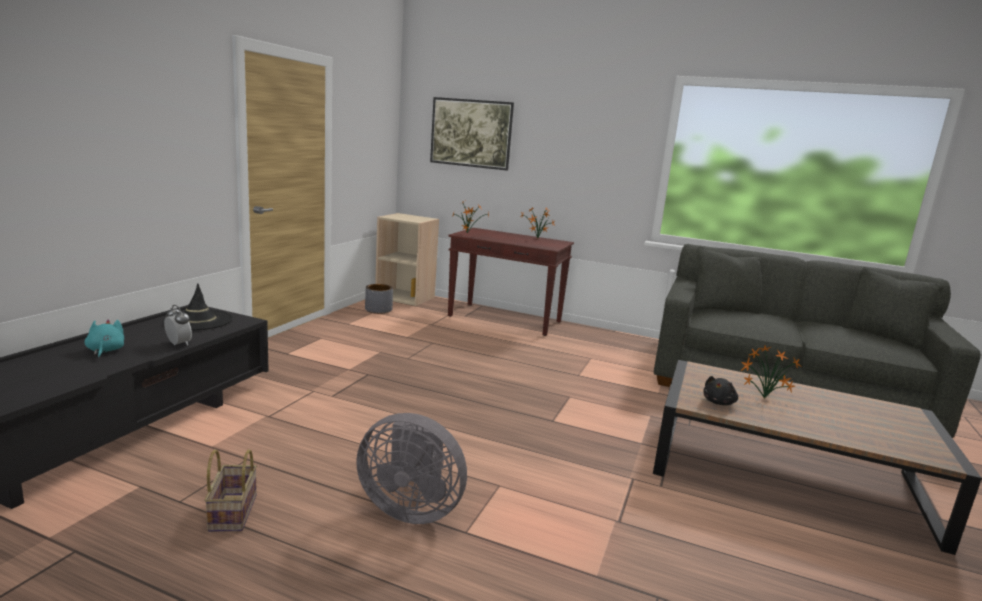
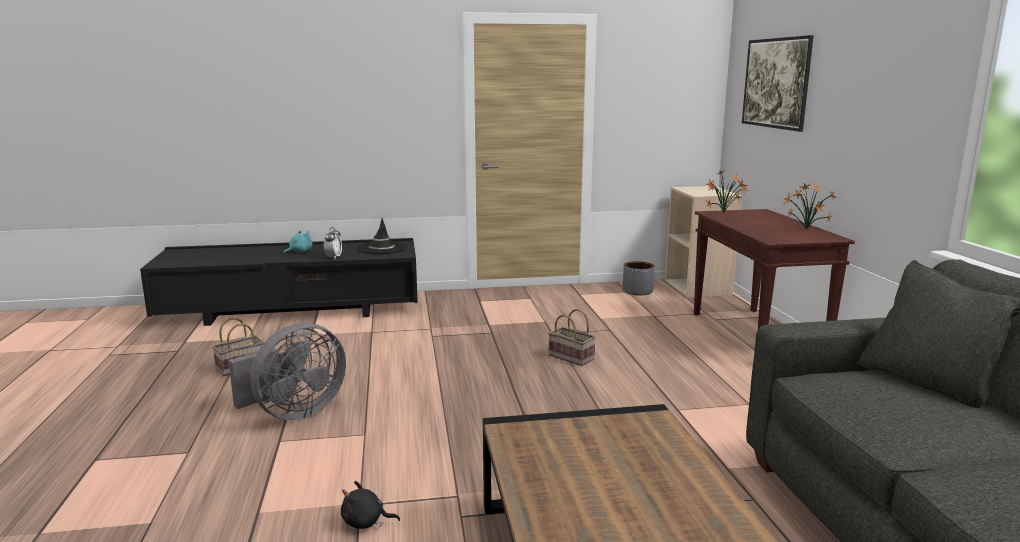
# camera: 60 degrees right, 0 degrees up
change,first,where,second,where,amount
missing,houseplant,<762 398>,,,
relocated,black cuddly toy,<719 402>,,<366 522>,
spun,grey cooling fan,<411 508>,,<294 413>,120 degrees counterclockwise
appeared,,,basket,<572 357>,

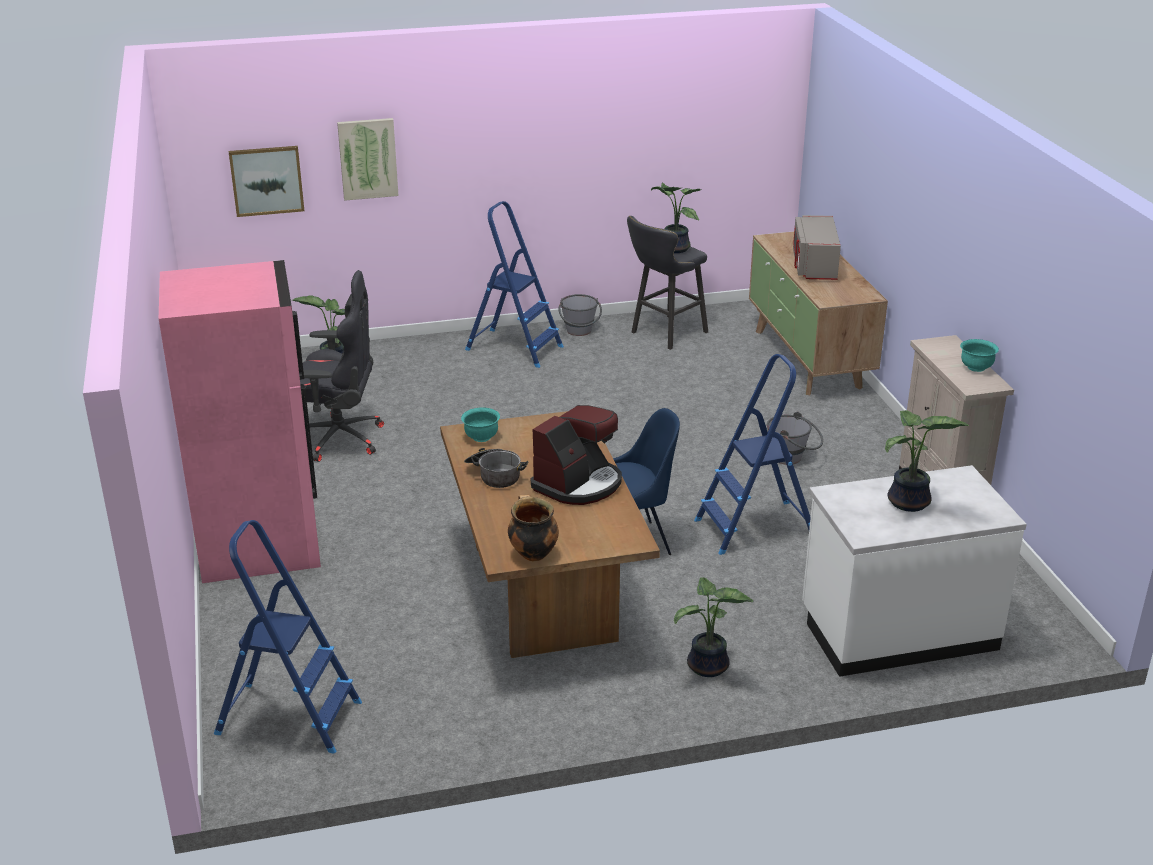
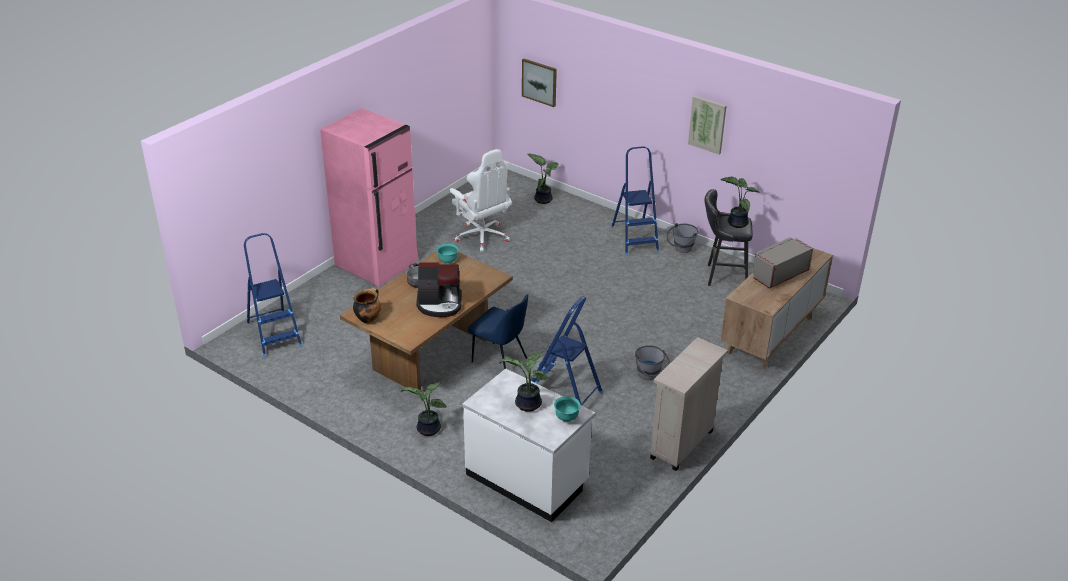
# camera: 50 degrees right, 5 degrees up
change,first,where,second,where,amount
relocated,wall picture,<368 158>,,<707 124>,
colour,black desk chair,<338 439>,white desk chair,<481 236>,
relocated,turquoise-coloured bowl,<976 367>,,<566 417>,

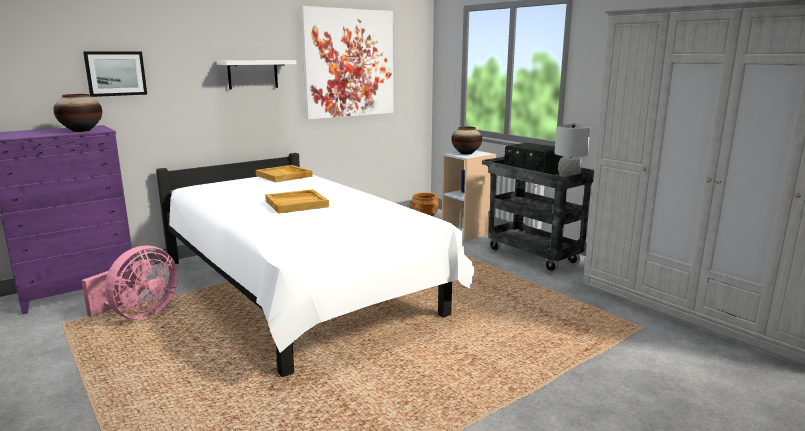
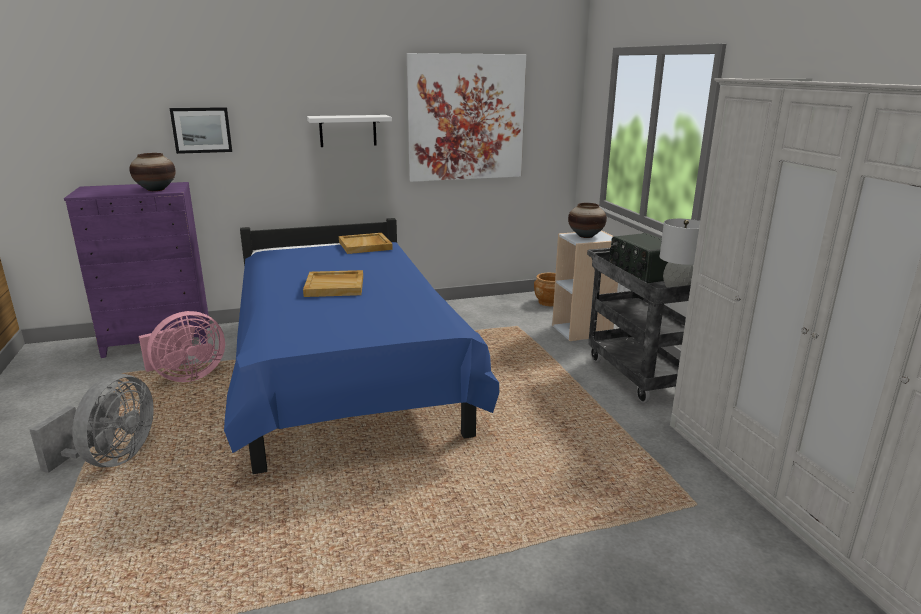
# camera: 20 degrees right, 5 degrees up
change,first,where,second,where,amount
colour,white bed,<299 290>,bluish bed,<345 375>,
appeared,,,grey cooling fan,<111 459>,

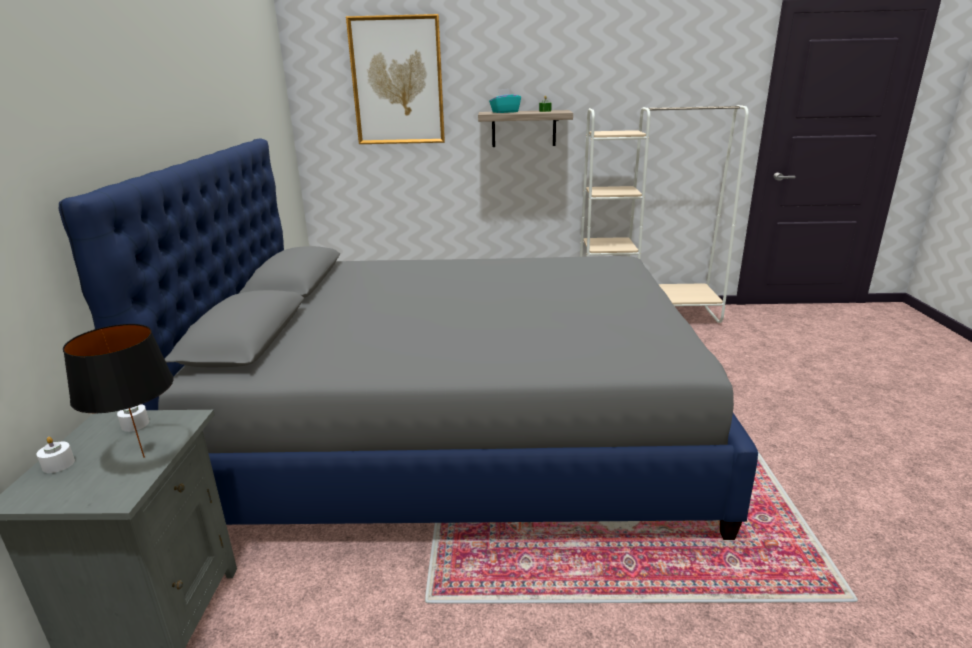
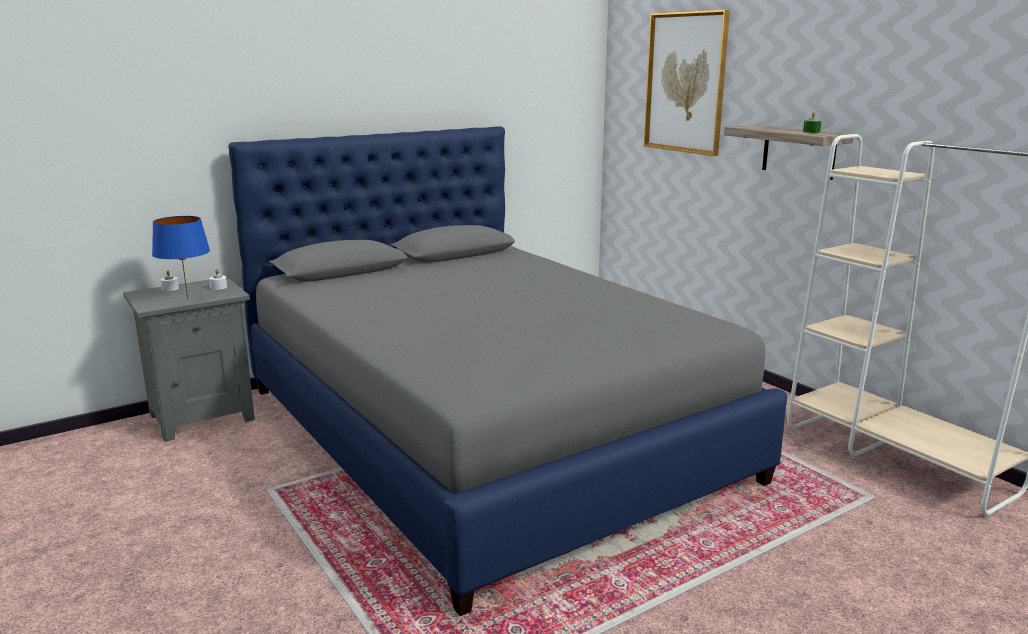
# camera: 55 degrees right, 5 degrees down
change,first,where,second,where,amount
missing,turquoise-coloured box of tissues,<505 112>,,,
colour,black lamp for a table,<145 456>,bluish lamp for a table,<188 299>,

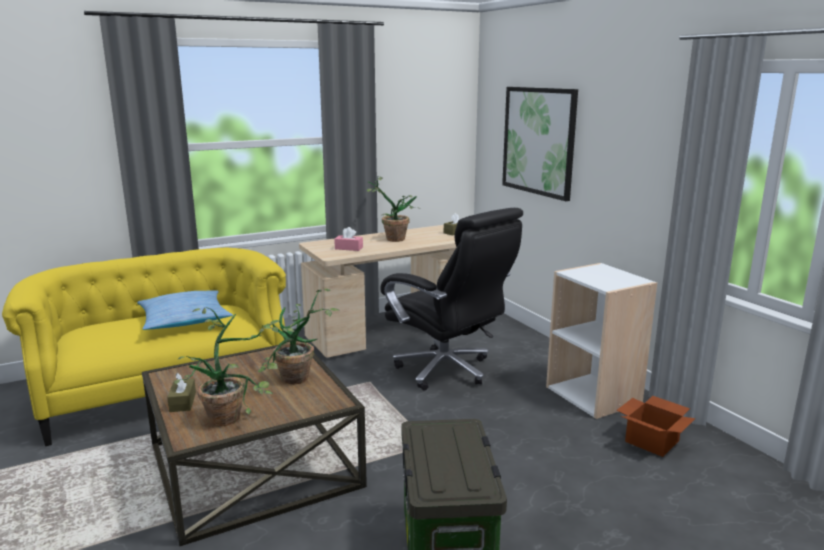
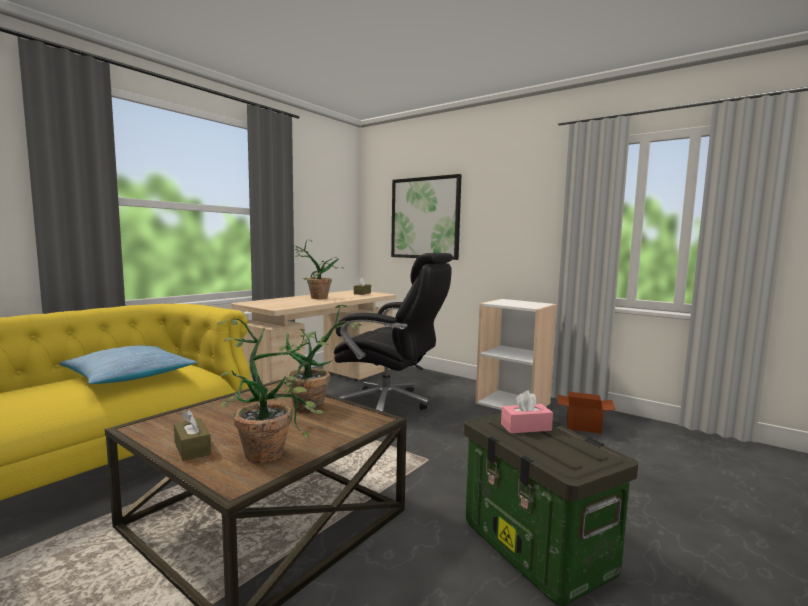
# camera: 25 degrees left, 10 degrees down
change,first,where,second,where,amount
relocated,pinkish box of tissues,<349 248>,,<526 427>,

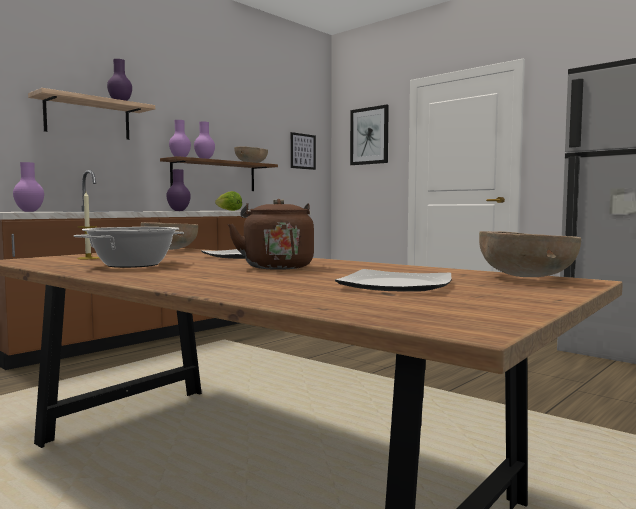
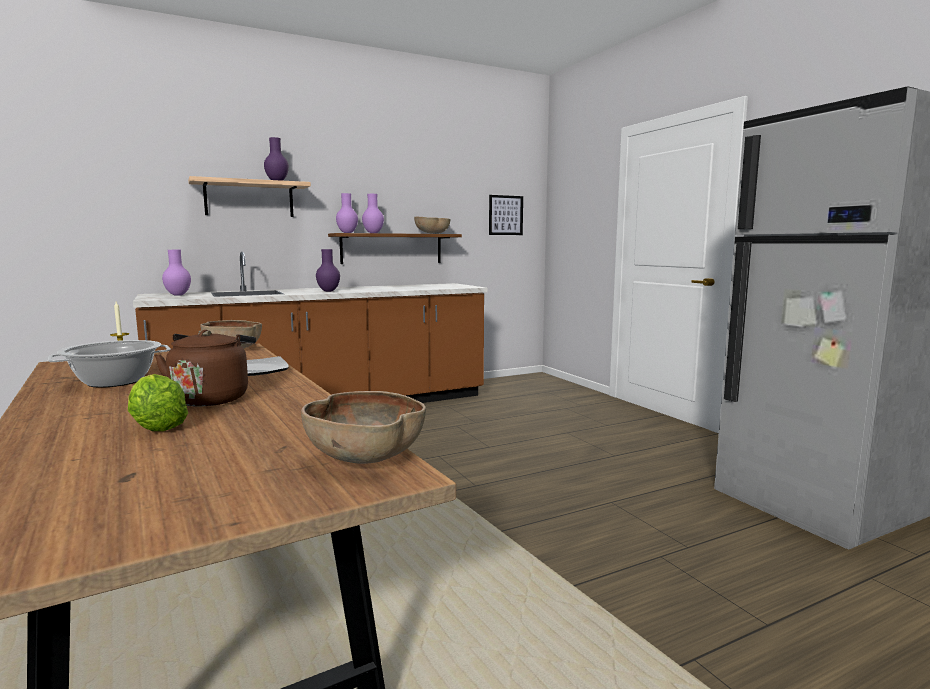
# camera: 20 degrees right, 5 degrees up
change,first,where,second,where,amount
missing,wall picture,<369 136>,,,
relocated,lettuce,<229 210>,,<157 426>,
missing,dinner plate,<397 285>,,,

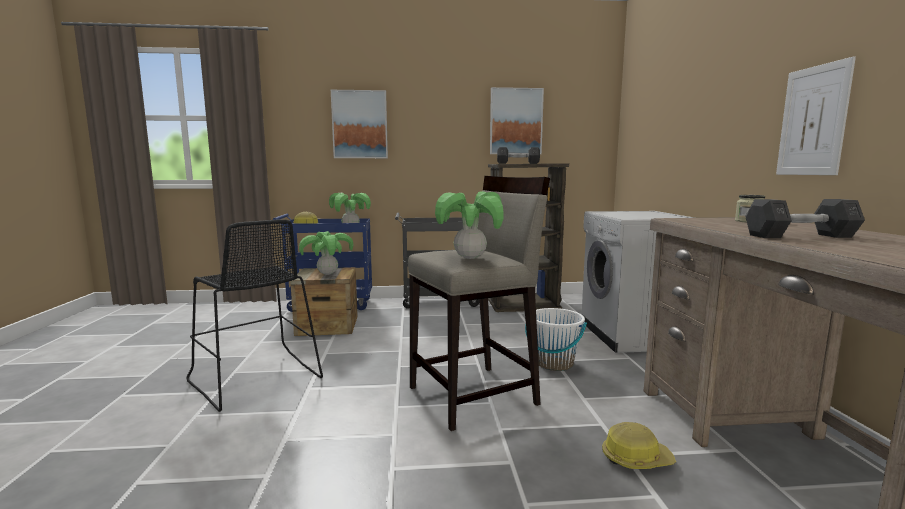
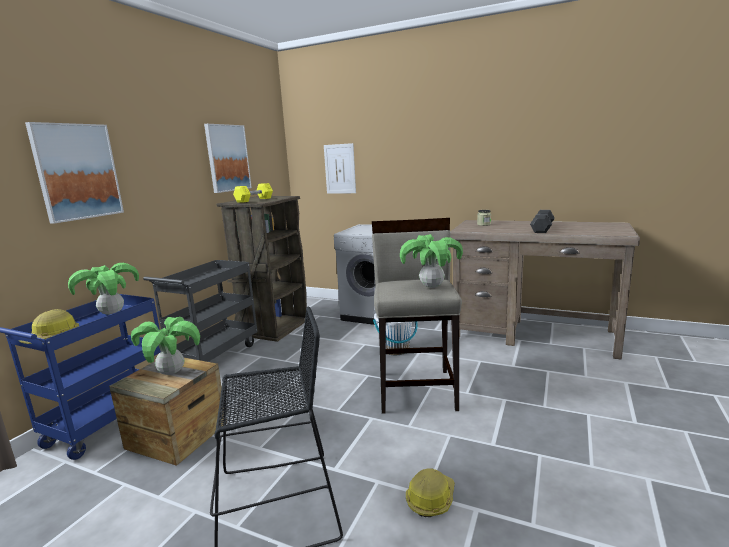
# camera: 60 degrees left, 5 degrees up
change,first,where,second,where,amount
relocated,wall picture,<813 121>,,<340 169>,
colour,grey free weight,<518 163>,yellowish free weight,<254 200>,
relocated,safety helmet,<635 458>,,<430 498>,

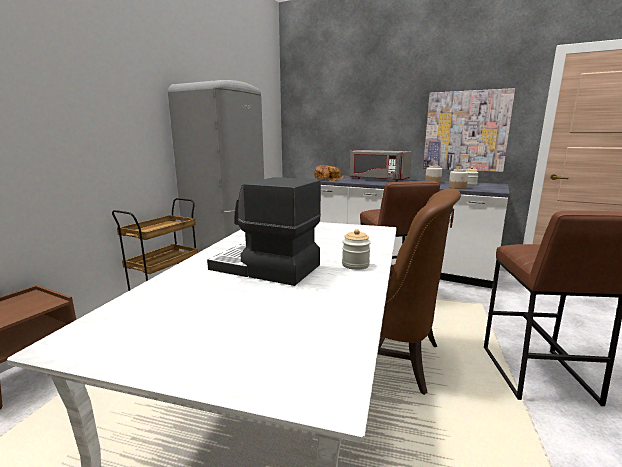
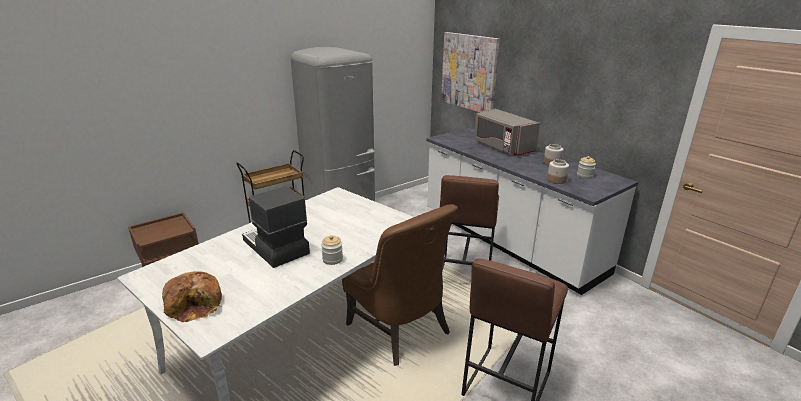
# camera: 25 degrees right, 10 degrees up
change,first,where,second,where,amount
relocated,wall picture,<466 131>,,<469 72>,
relocated,bread,<328 179>,,<195 304>,

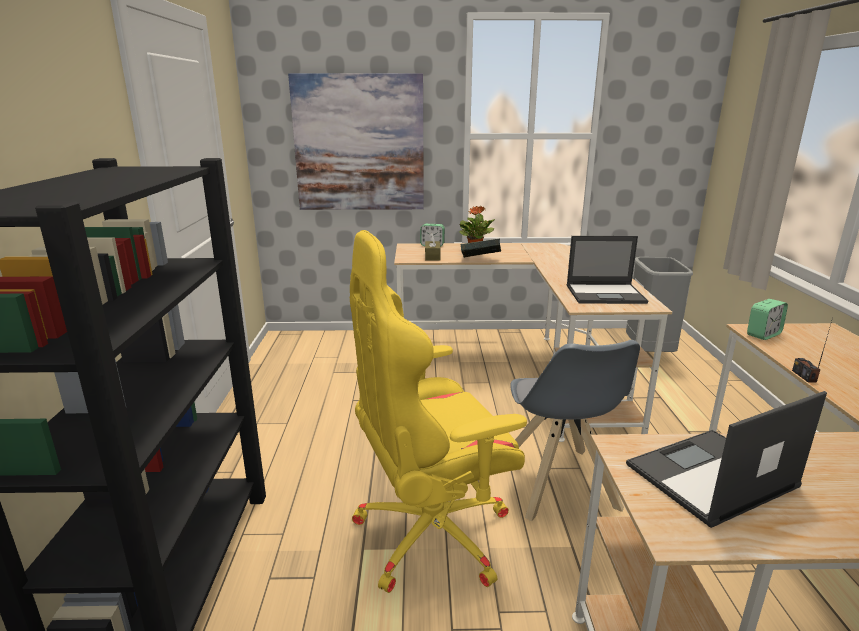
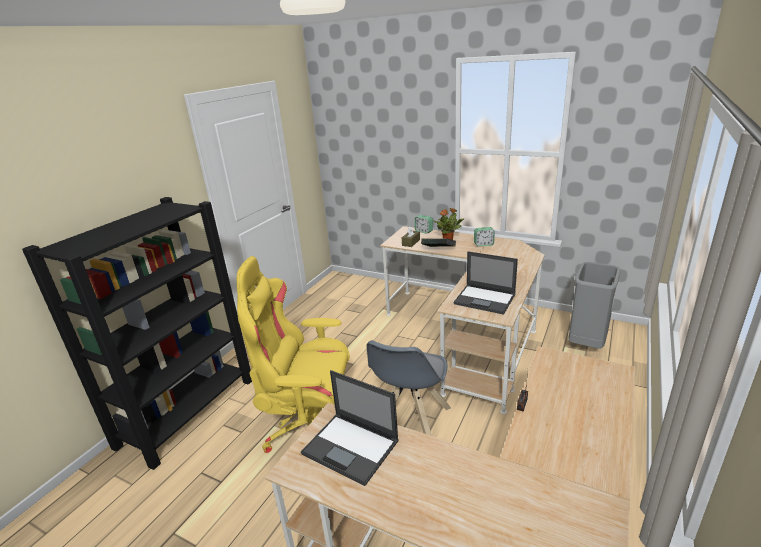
# camera: 30 degrees right, 5 degrees up
change,first,where,second,where,amount
missing,wall picture,<359 144>,,,
relocated,table clock,<763 334>,,<483 244>,
spun,notebook computer,<710 476>,,<351 447>,150 degrees counterclockwise

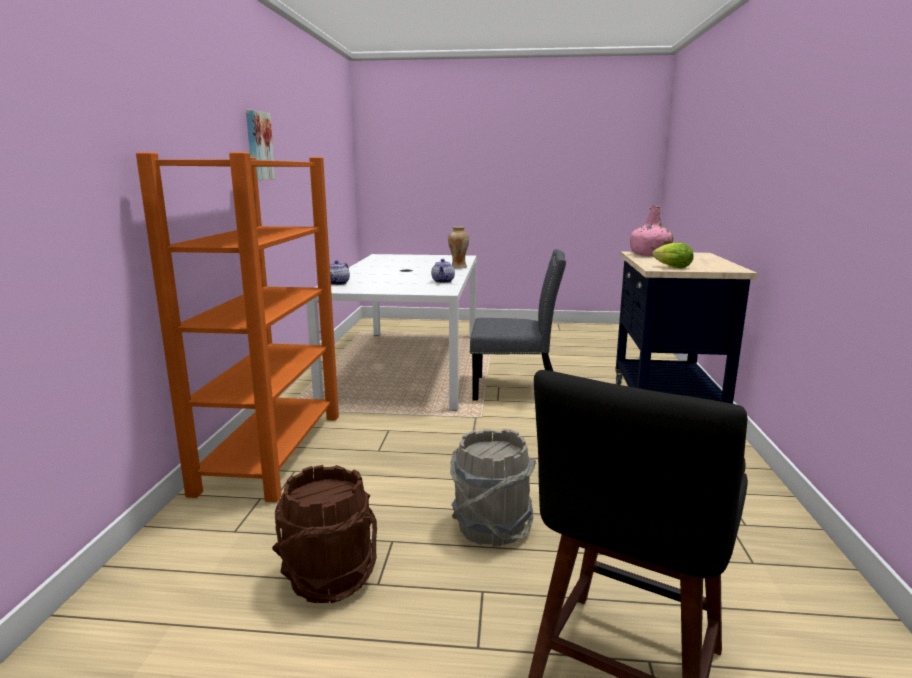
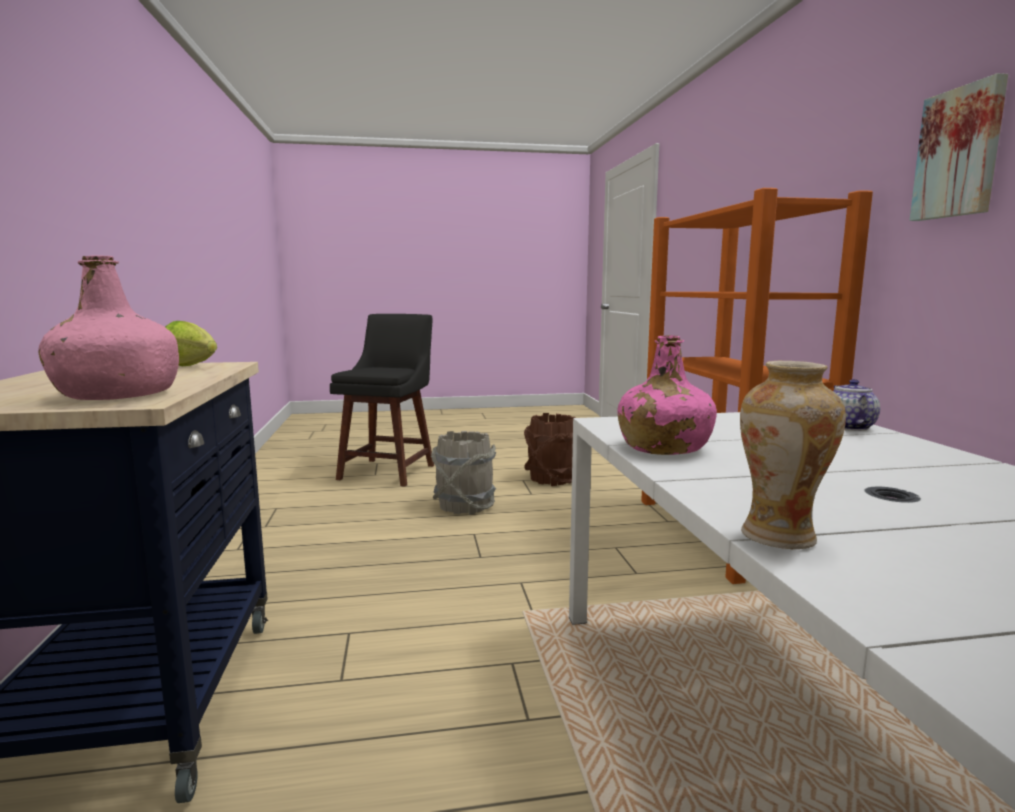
# camera: 165 degrees right, 5 degrees down
change,first,where,second,where,amount
missing,grey chair,<514 389>,,,
exchanged,teapot,<443 281>,pinkish drink bottle,<663 447>,

